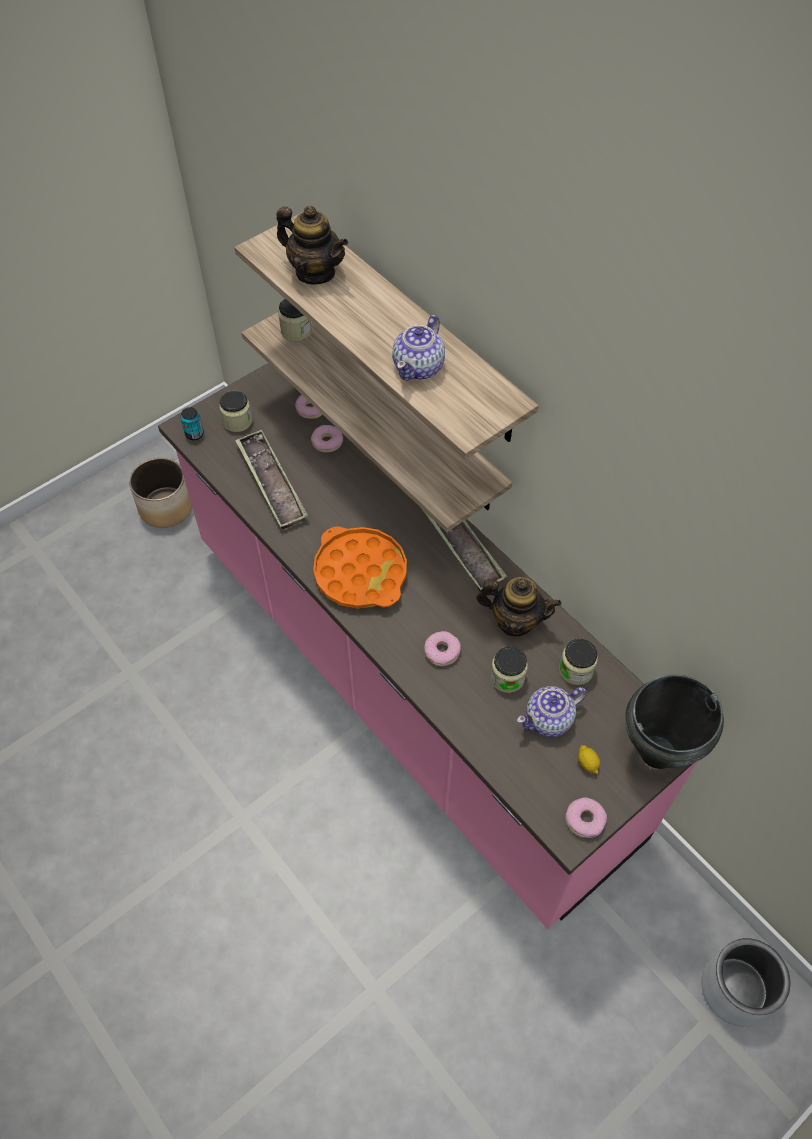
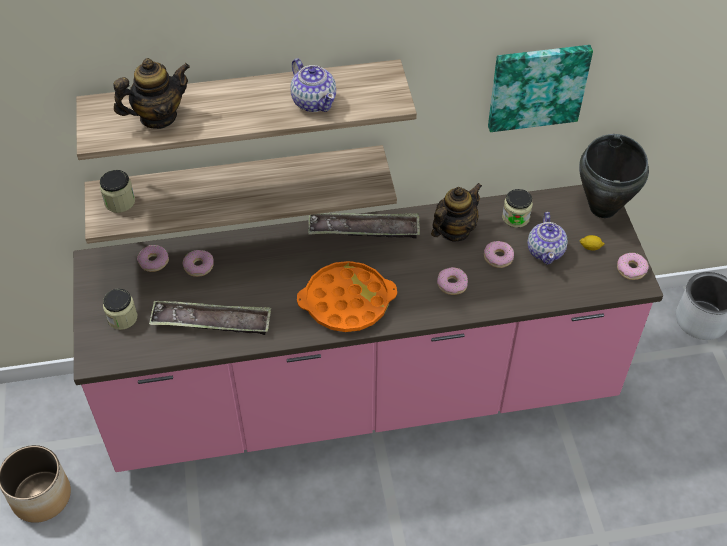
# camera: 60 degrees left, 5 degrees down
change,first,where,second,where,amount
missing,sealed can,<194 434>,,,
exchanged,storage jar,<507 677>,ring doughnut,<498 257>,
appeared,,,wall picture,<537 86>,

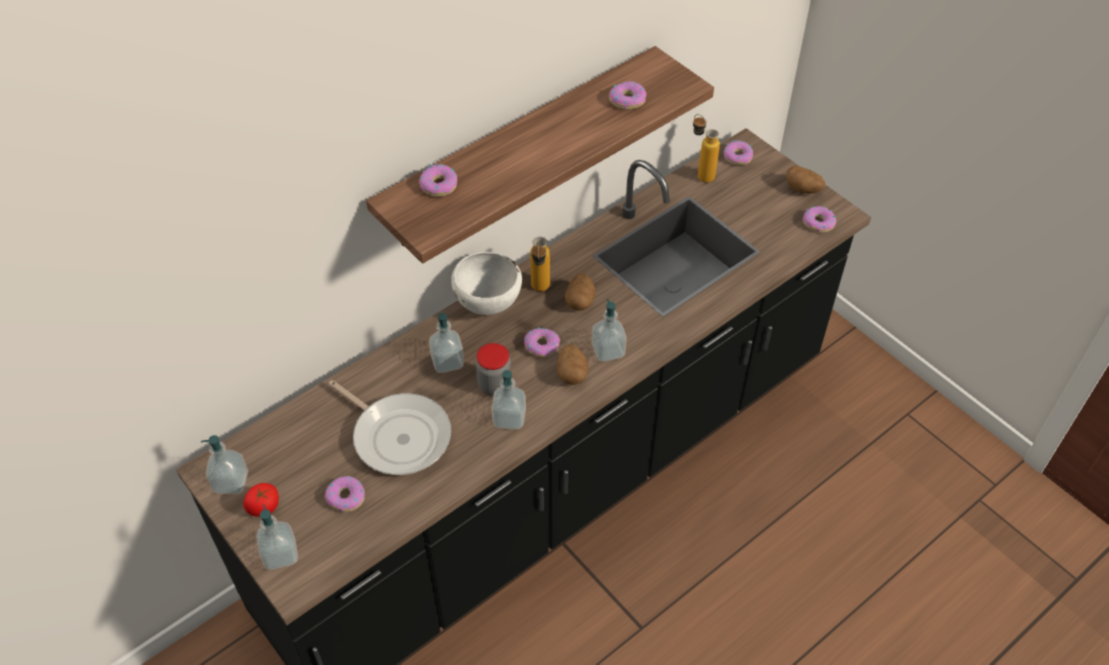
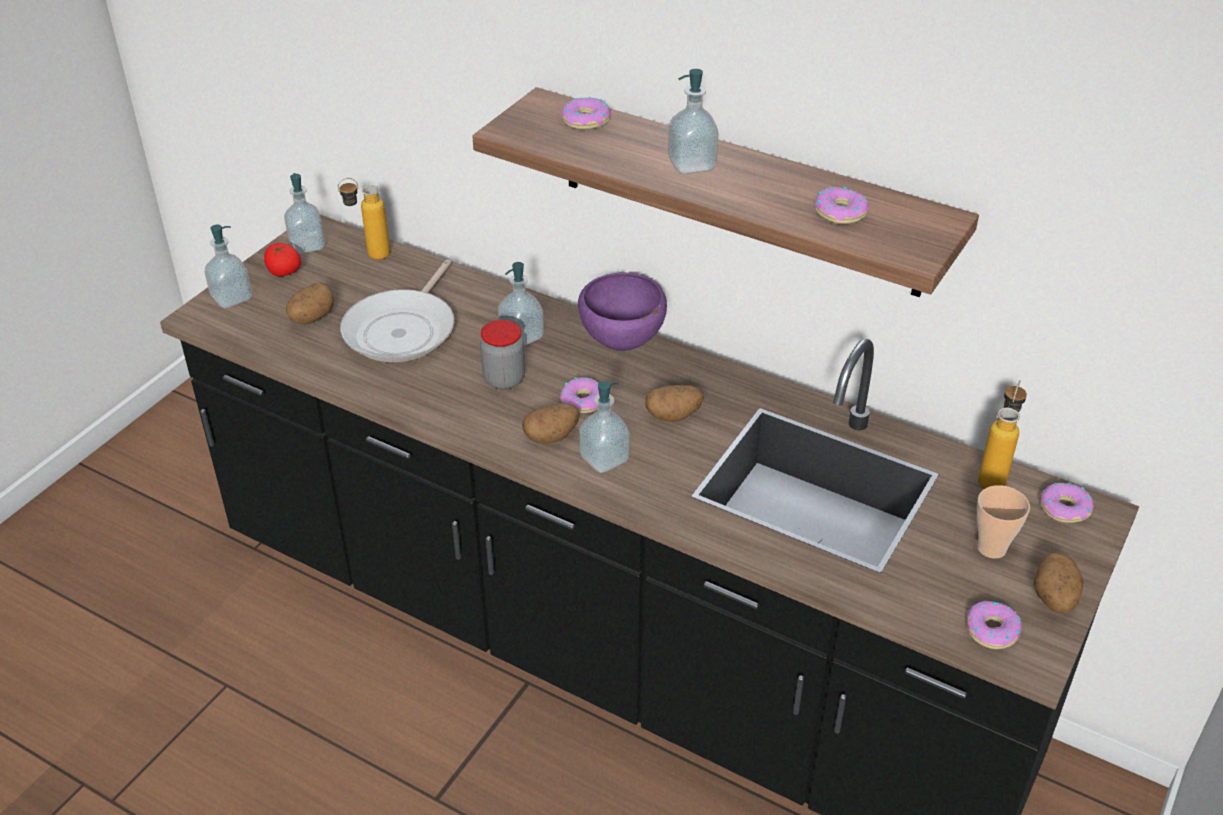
# camera: 70 degrees right, 10 degrees down
change,first,where,second,where,amount
relocated,drink bottle,<540 291>,,<369 256>,
colour,white bowl,<489 305>,purple-coloured bowl,<623 345>,
relocated,soap bottle,<509 418>,,<691 164>,
exchanged,ring doughnut,<346 497>,potato,<311 318>,
appeared,,,drinking cup,<991 548>,

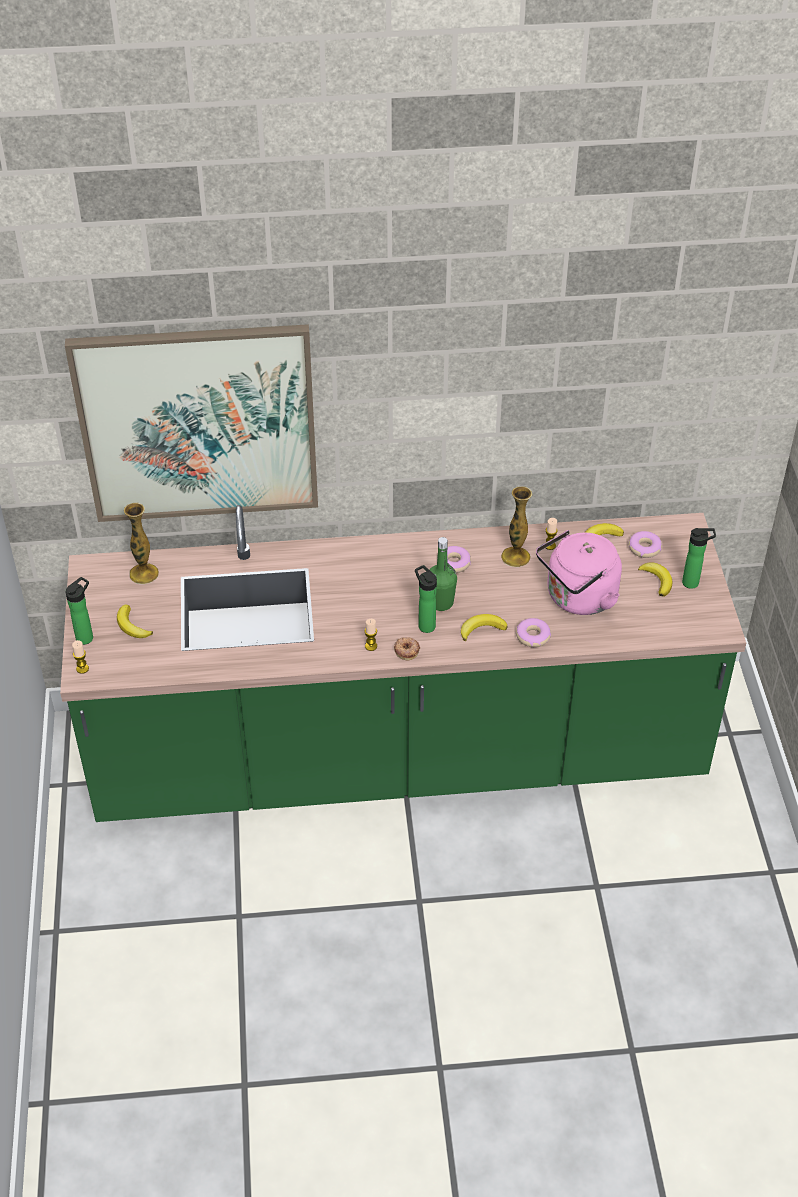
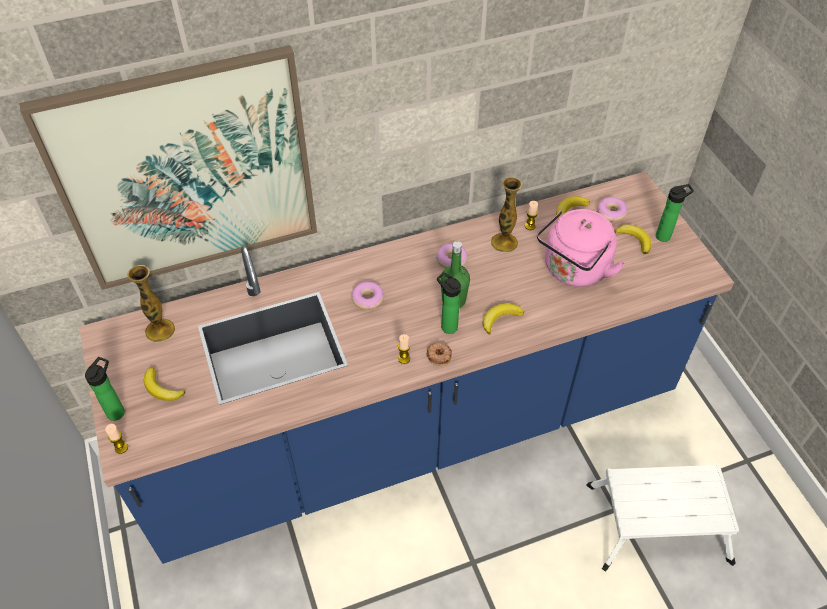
# camera: 15 degrees left, 5 degrees up
change,first,where,second,where,amount
colour,green kitchen base unit,<399 756>,bluish kitchen base unit,<413 428>,
relocated,ring doughnut,<533 636>,,<368 299>,
appeared,,,white step ladder,<659 523>,

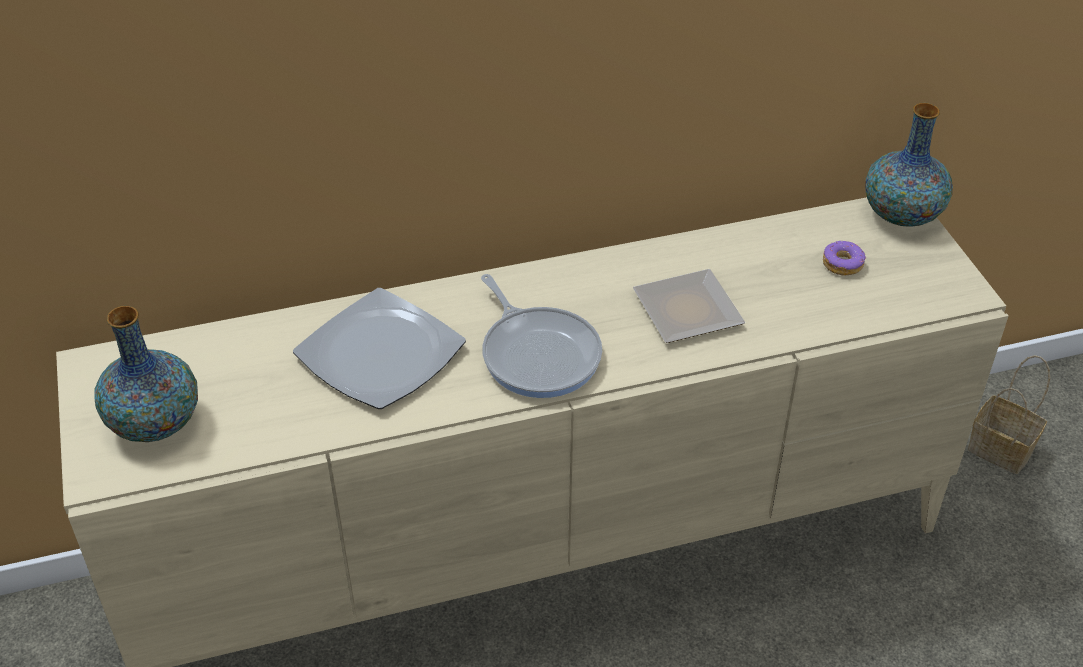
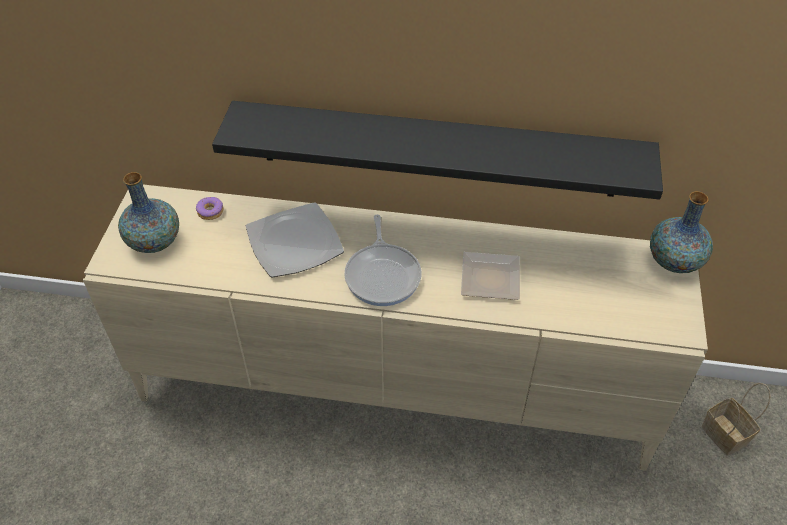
# camera: 25 degrees right, 5 degrees up
change,first,where,second,where,amount
relocated,ring doughnut,<842 264>,,<210 212>,
appeared,,,black wall shelf,<438 149>,

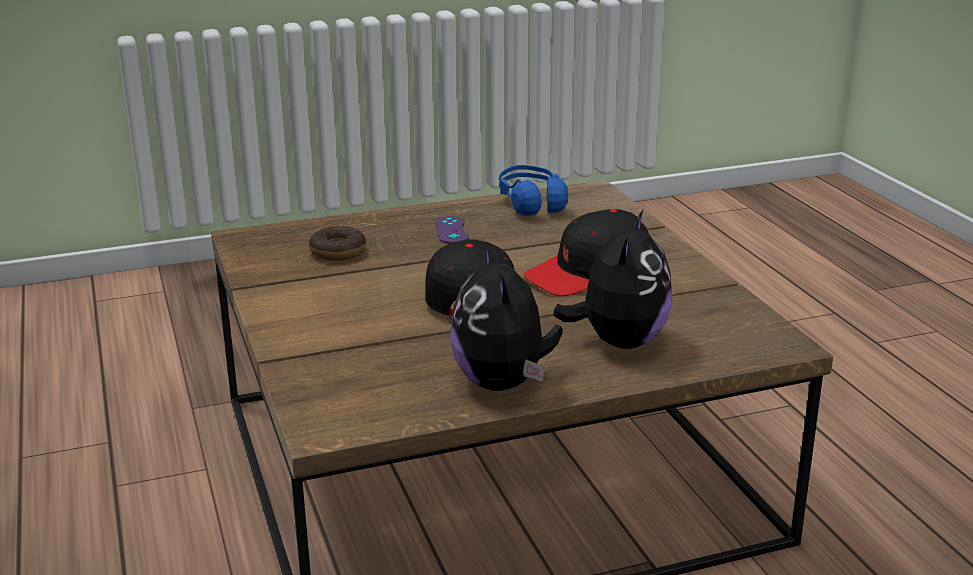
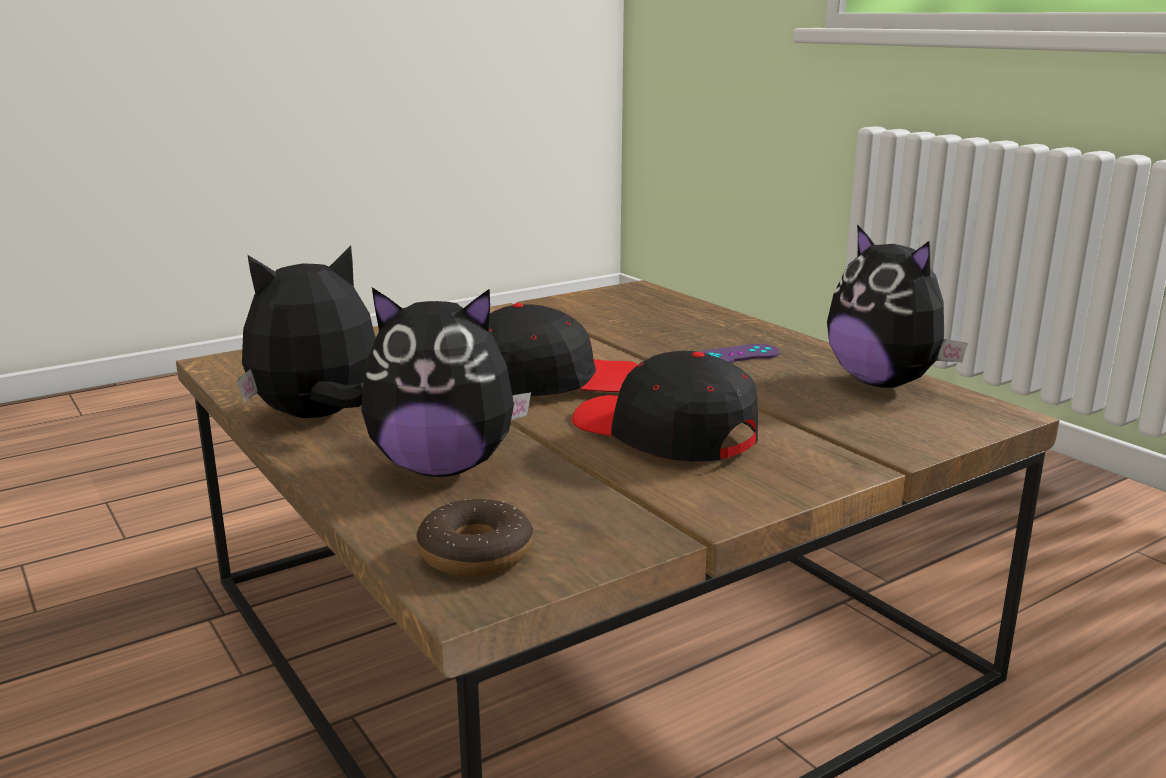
# camera: 75 degrees right, 5 degrees down
change,first,where,second,where,amount
exchanged,bluish pair of headphones,<531 203>,cuddly toy,<884 383>,
relocated,ring doughnut,<338 252>,,<475 554>,

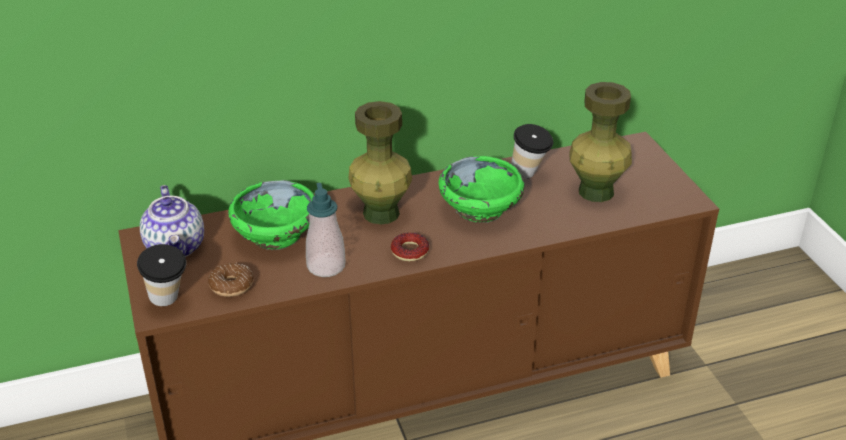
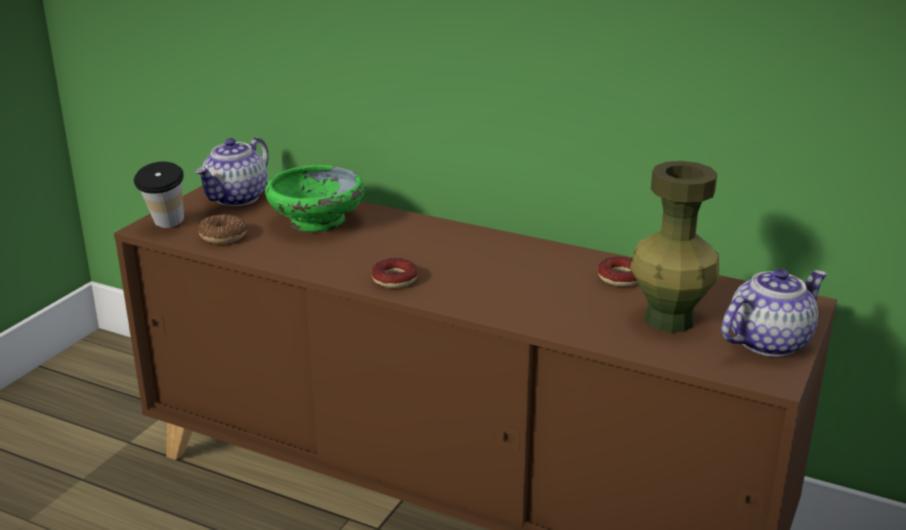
# camera: 45 degrees right, 10 degrees down
change,first,where,second,where,amount
missing,green decorative vase,<380 213>,,,
exchanged,drinking cup,<529 175>,ring doughnut,<620 277>,
missing,green bowl,<480 209>,,,
missing,soap bottle,<326 266>,,,
appeared,,,teapot,<768 341>,

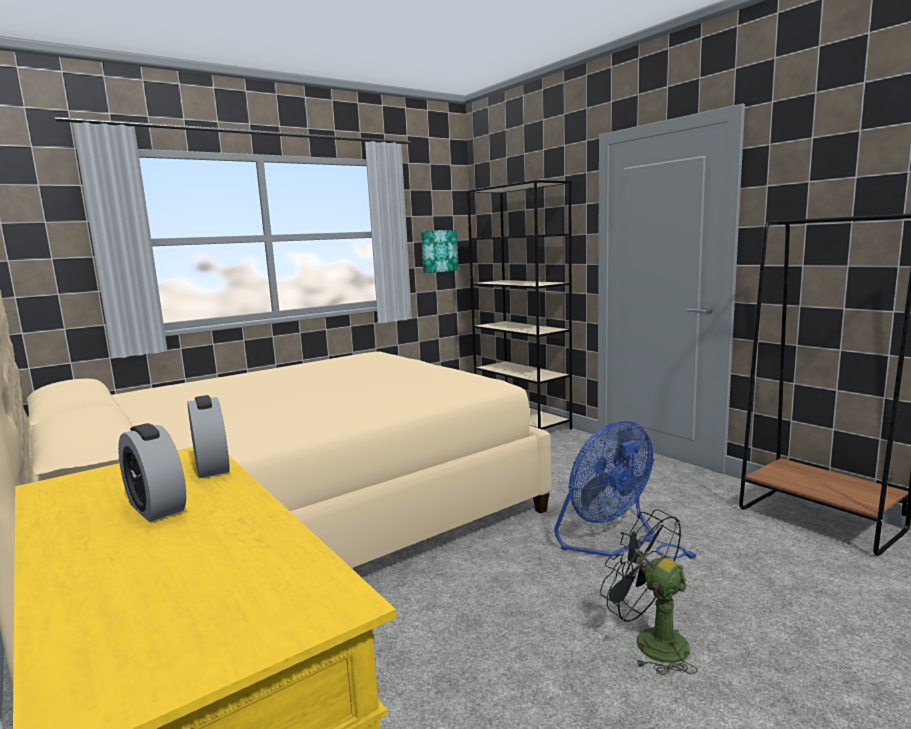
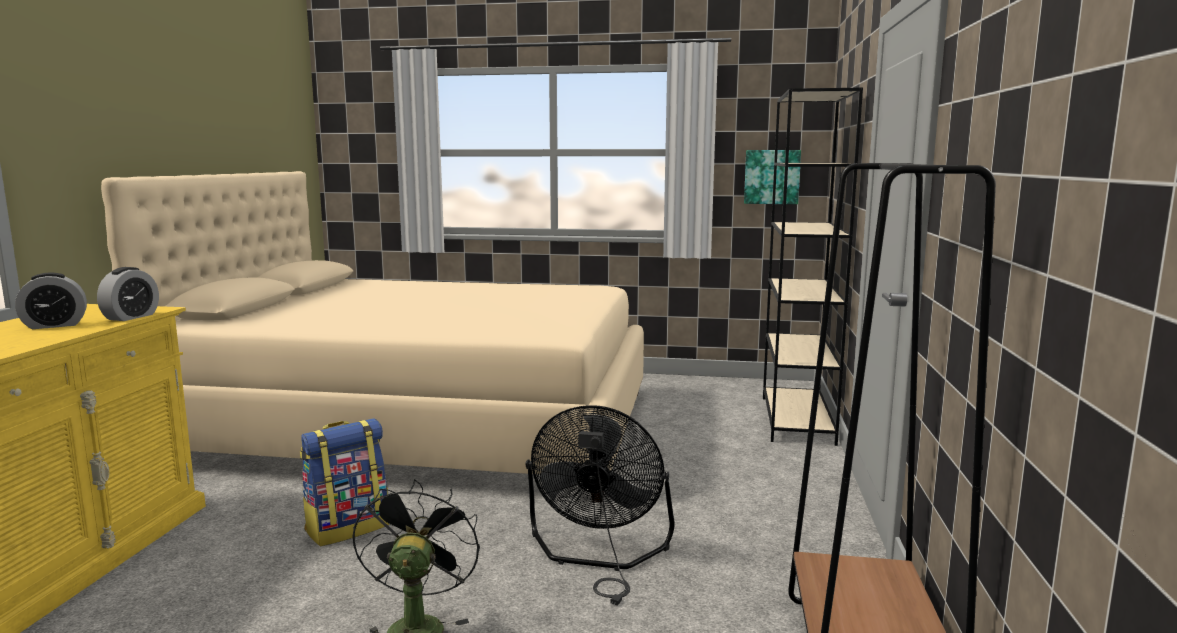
# camera: 45 degrees right, 0 degrees up
change,first,where,second,where,amount
colour,bluish cooling fan,<623 540>,black cooling fan,<598 556>,
spun,table clock,<156 507>,,<55 325>,120 degrees counterclockwise
appeared,,,knapsack,<348 527>,

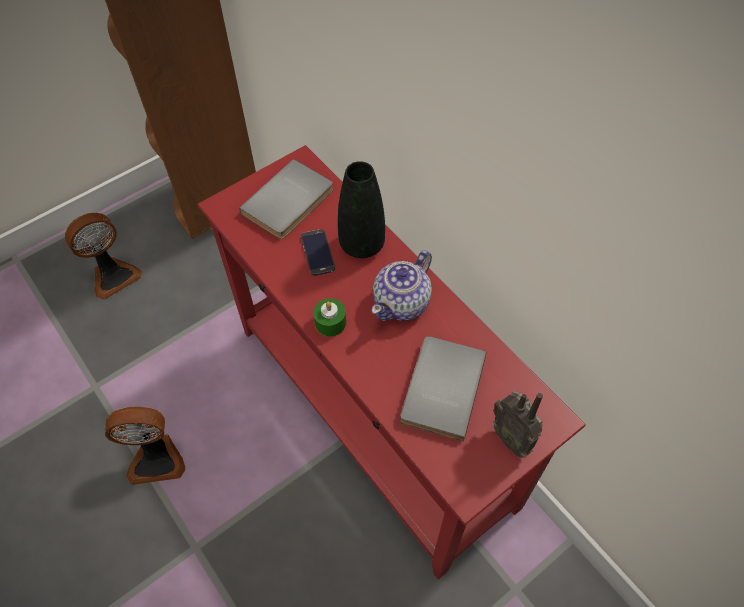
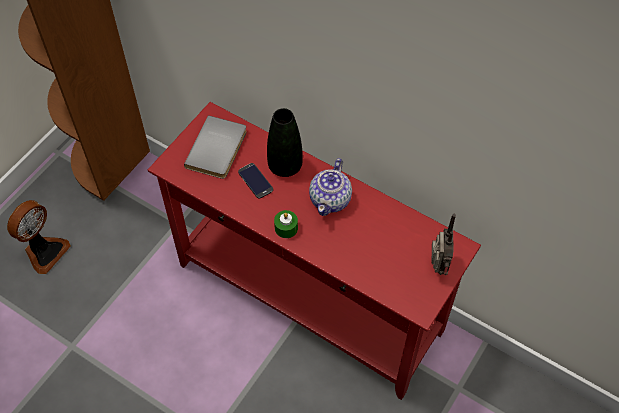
# camera: 20 degrees left, 0 degrees up
change,first,where,second,where,amount
missing,grey bound book,<439 388>,,,
spun,radio receiver,<512 437>,,<437 267>,120 degrees counterclockwise
missing,cooling fan,<156 458>,,,

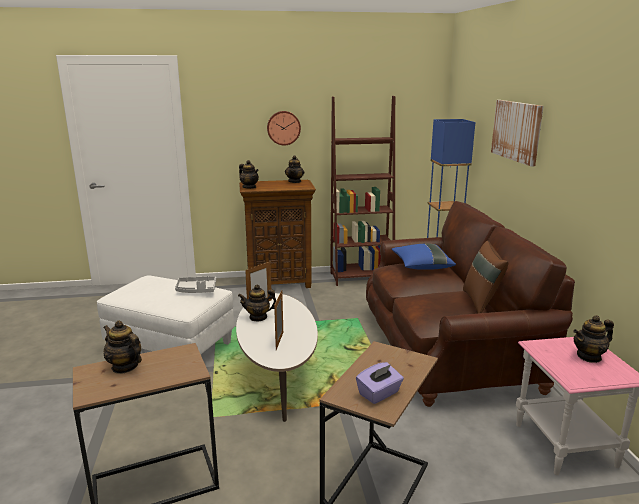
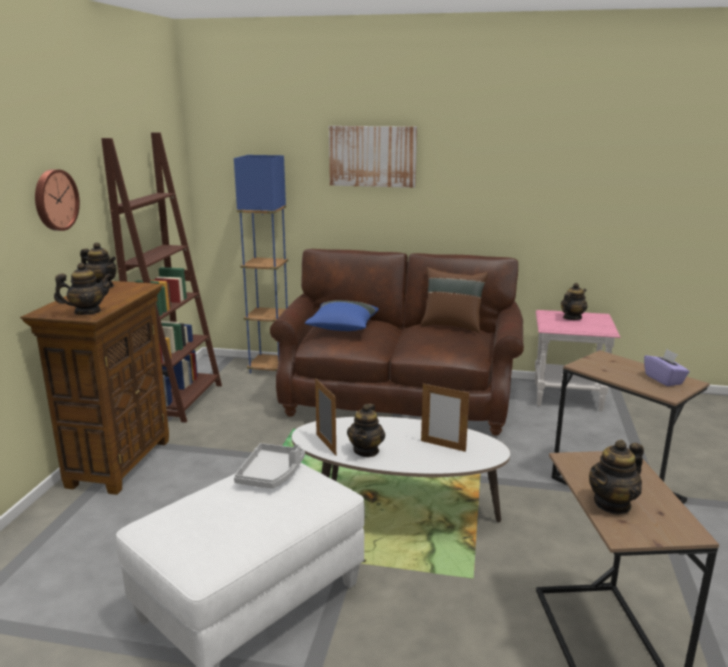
# camera: 70 degrees left, 0 degrees up
change,first,where,second,where,amount
spun,teapot,<589 356>,,<572 318>,135 degrees counterclockwise

